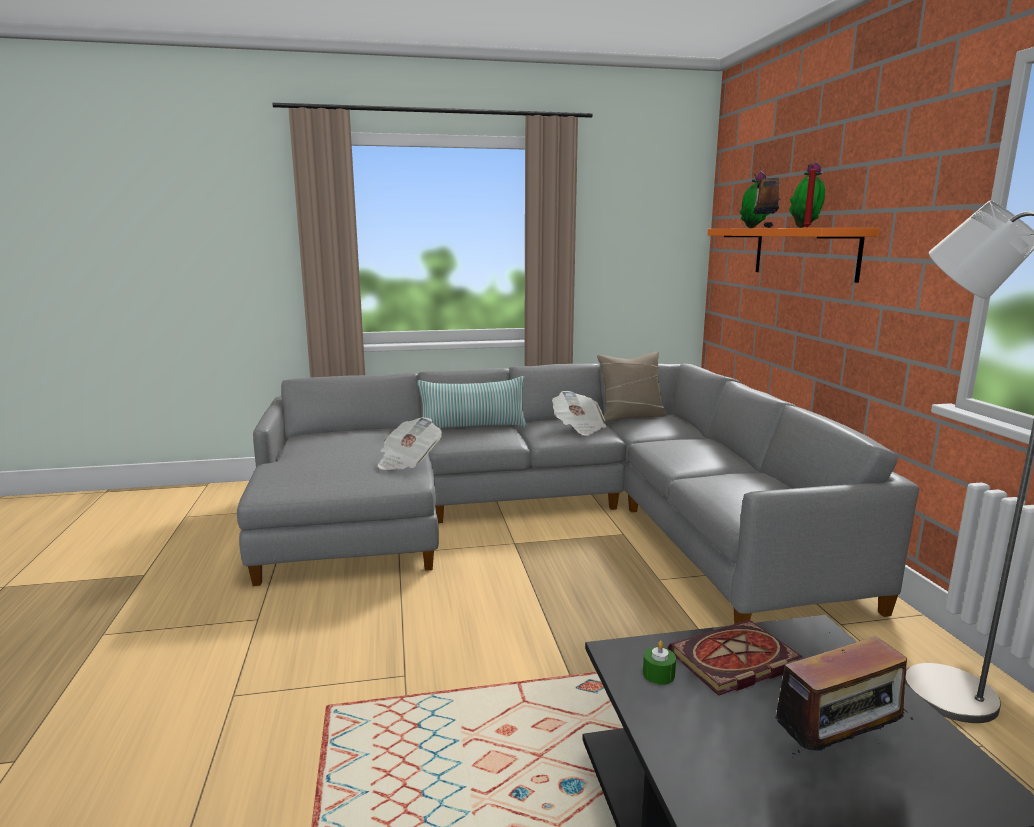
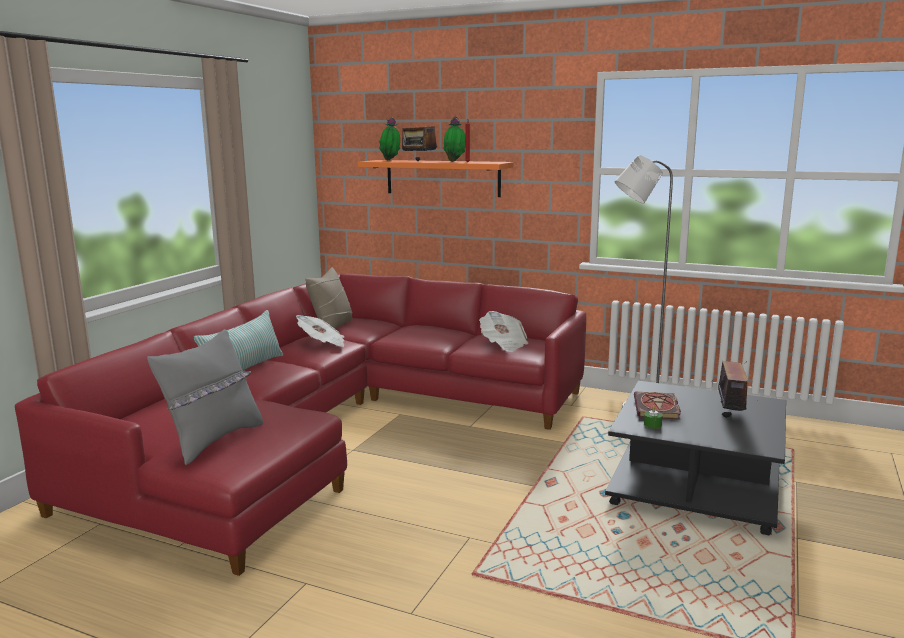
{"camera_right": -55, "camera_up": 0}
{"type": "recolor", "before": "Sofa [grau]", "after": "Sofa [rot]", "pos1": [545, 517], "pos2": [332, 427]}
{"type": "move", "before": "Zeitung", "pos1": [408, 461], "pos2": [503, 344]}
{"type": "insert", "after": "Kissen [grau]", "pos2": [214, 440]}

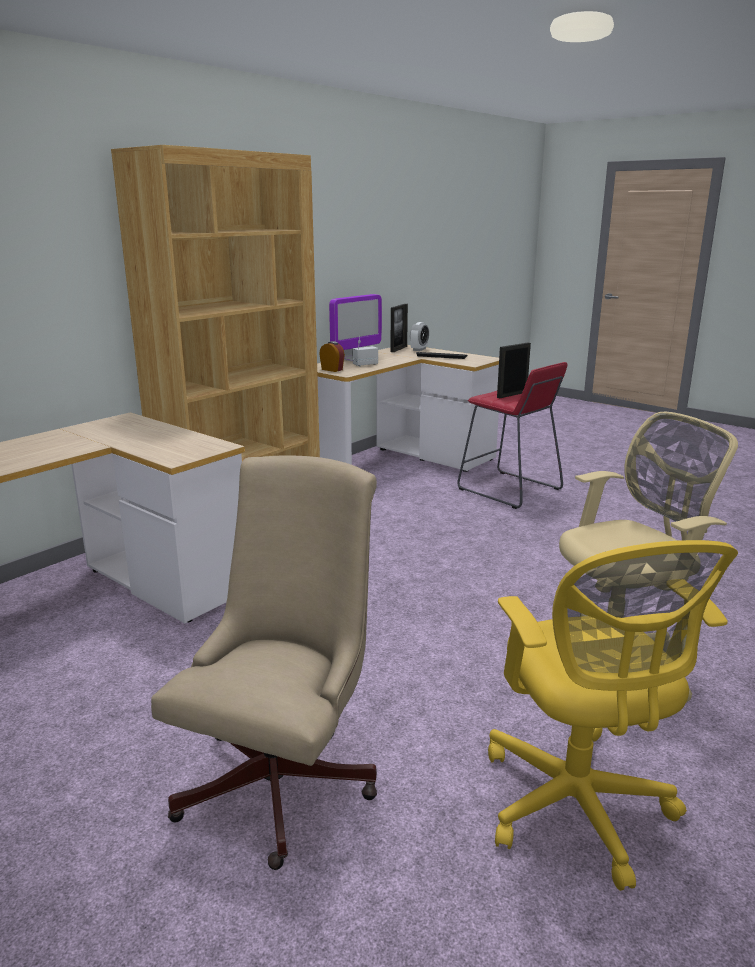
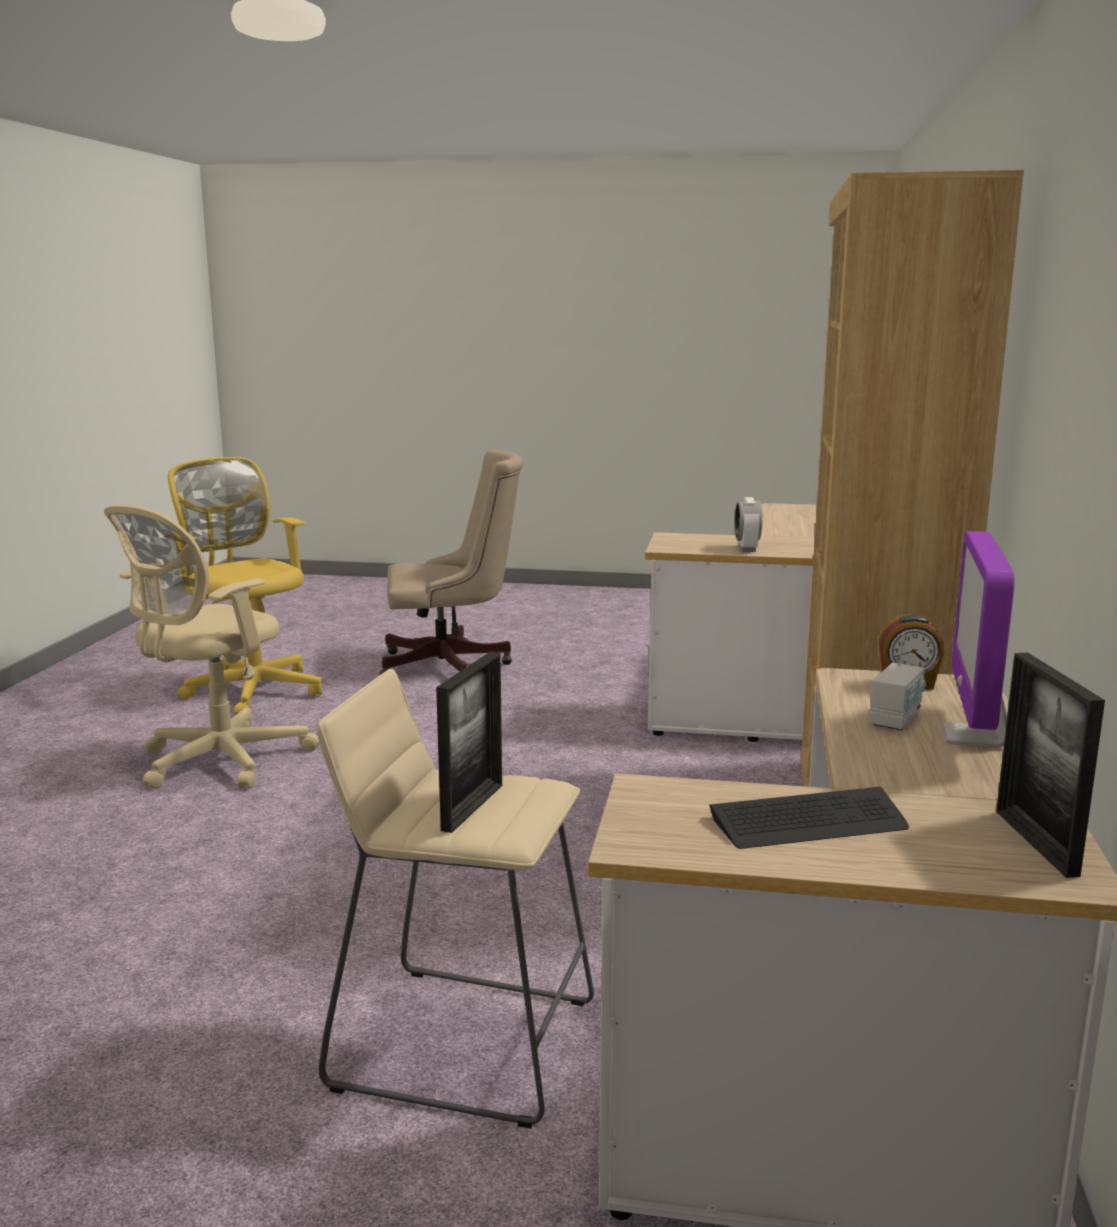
{"camera_right": 150, "camera_up": -5}
{"type": "rotate", "before": "Bürostuhl [beige]", "pos1": [284, 776], "pos2": [452, 665], "turn": -90}
{"type": "move", "before": "Wecker", "pos1": [419, 349], "pos2": [747, 549]}
{"type": "recolor", "before": "Hocker [rot]", "after": "Hocker [beige]", "pos1": [509, 490], "pos2": [463, 1042]}

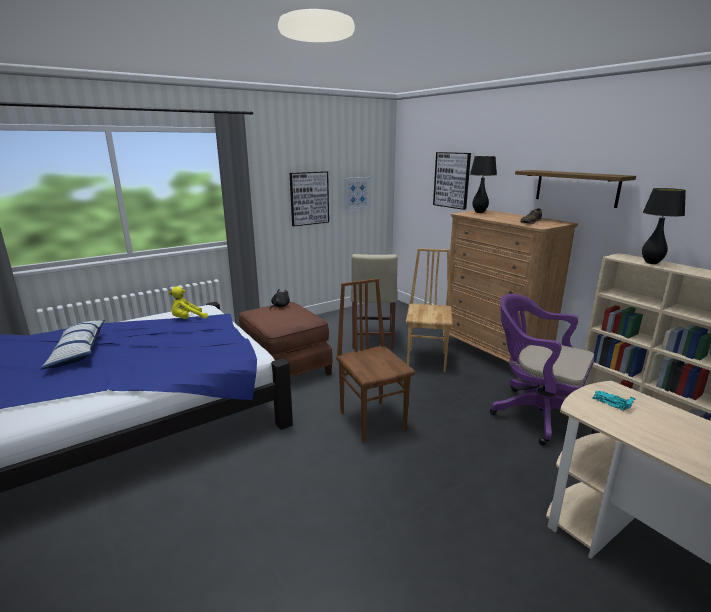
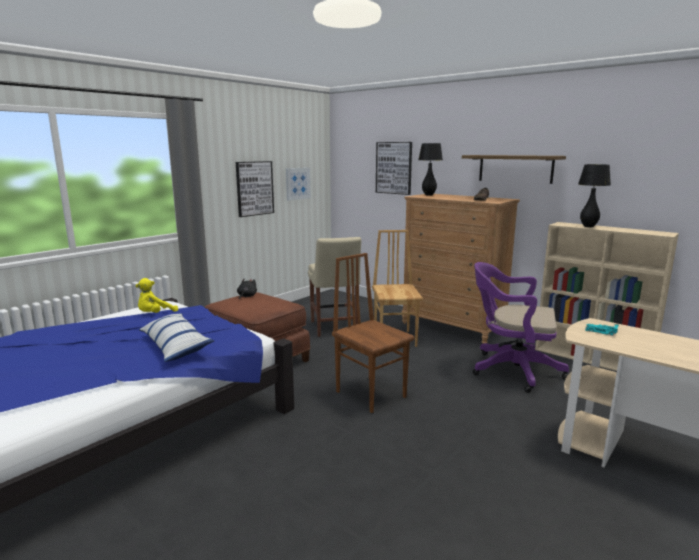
{"camera_right": -15, "camera_up": -5}
{"type": "move", "before": "Kissen", "pos1": [78, 352], "pos2": [175, 346]}

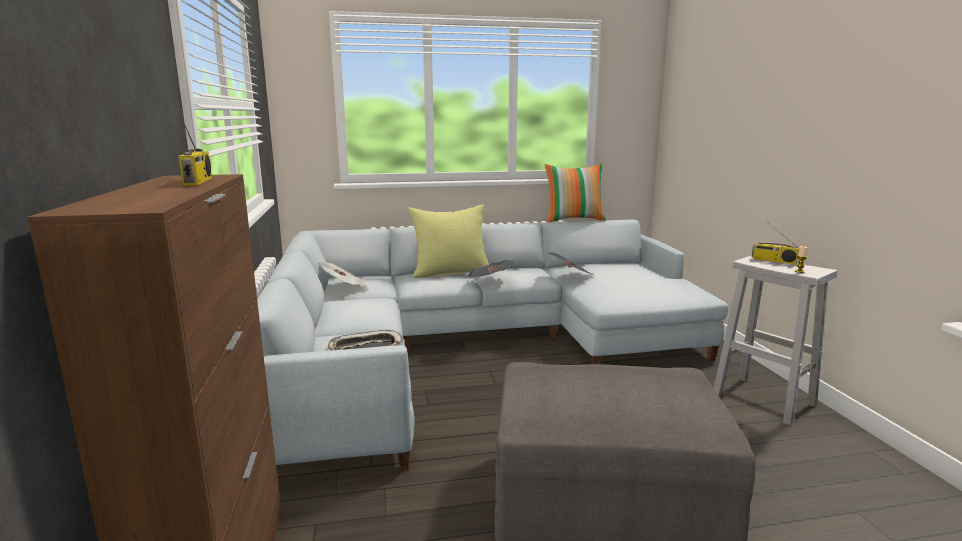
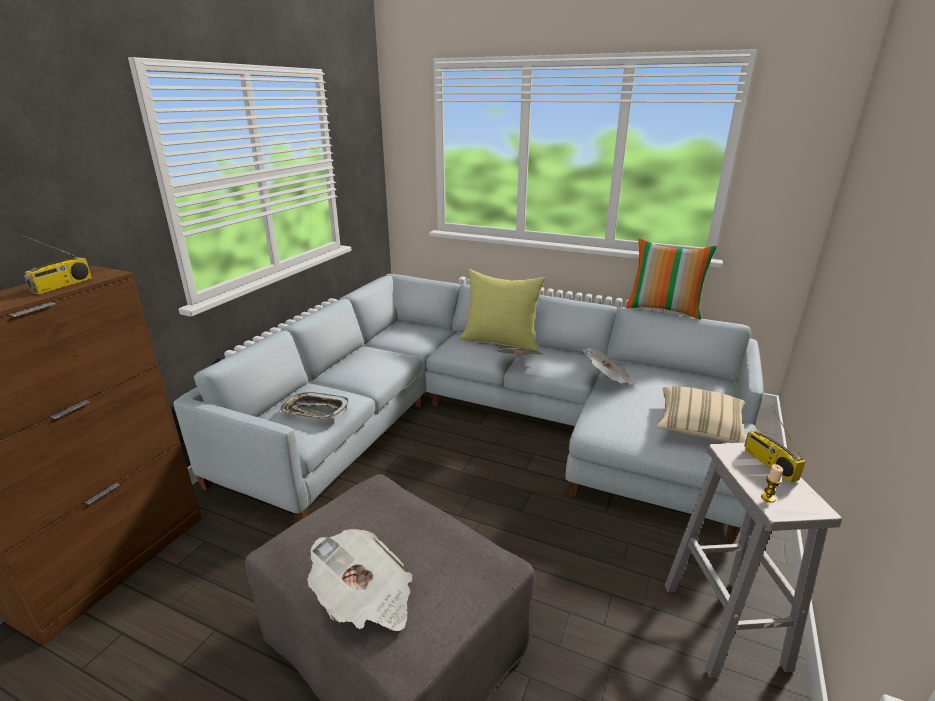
{"camera_right": 35, "camera_up": 10}
{"type": "move", "before": "Zeitung", "pos1": [343, 287], "pos2": [366, 600]}
{"type": "insert", "after": "Kissen [beige]", "pos2": [699, 428]}

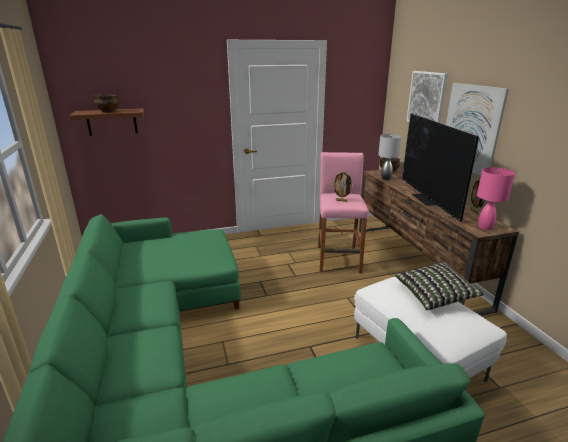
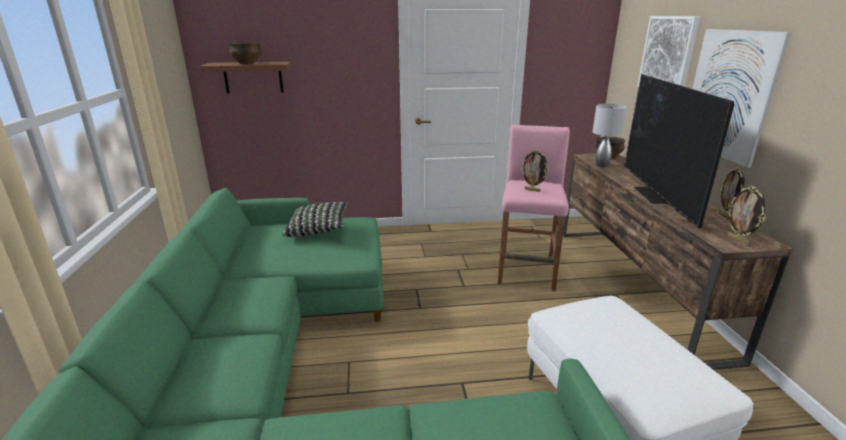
{"camera_right": 10, "camera_up": 0}
{"type": "move", "before": "Kissen", "pos1": [435, 295], "pos2": [318, 230]}
{"type": "replace", "before": "Tischlampe [rosa]", "after": "Bilderrahmen", "pos1": [485, 227], "pos2": [738, 240]}

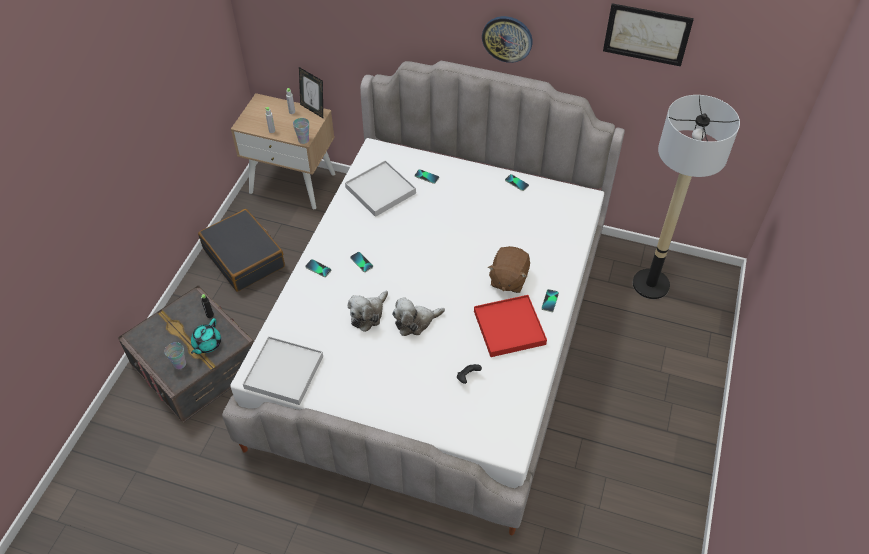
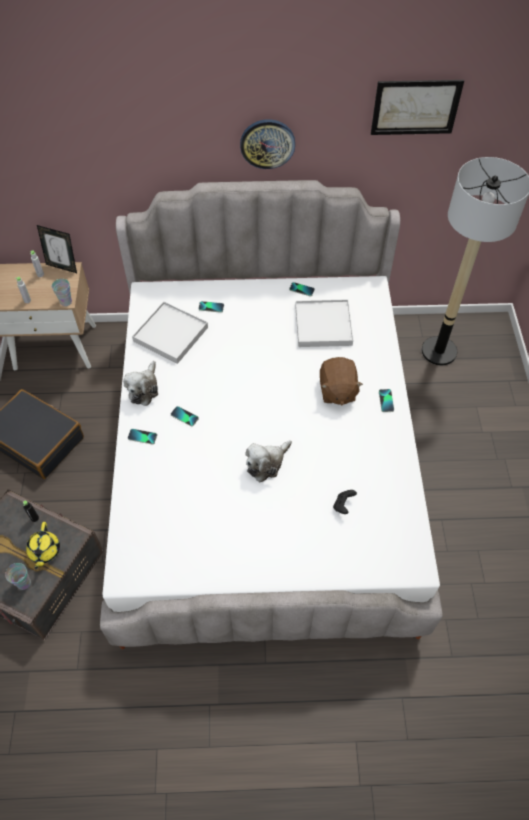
{"camera_right": -20, "camera_up": 5}
{"type": "recolor", "before": "Teekanne [türkis]", "after": "Teekanne [gelb]", "pos1": [206, 344], "pos2": [44, 551]}
{"type": "move", "before": "Tablett [weiß]", "pos1": [284, 372], "pos2": [323, 325]}
{"type": "move", "before": "Plüschtier", "pos1": [368, 314], "pos2": [144, 389]}
{"type": "delete", "before": "Tablett [rot]", "pos1": [509, 327]}

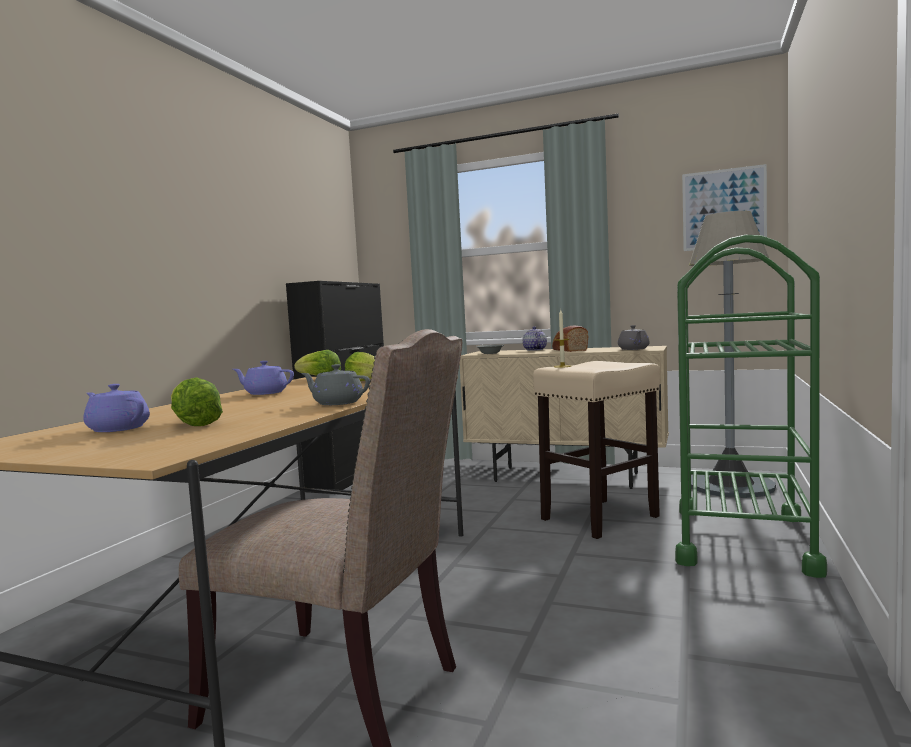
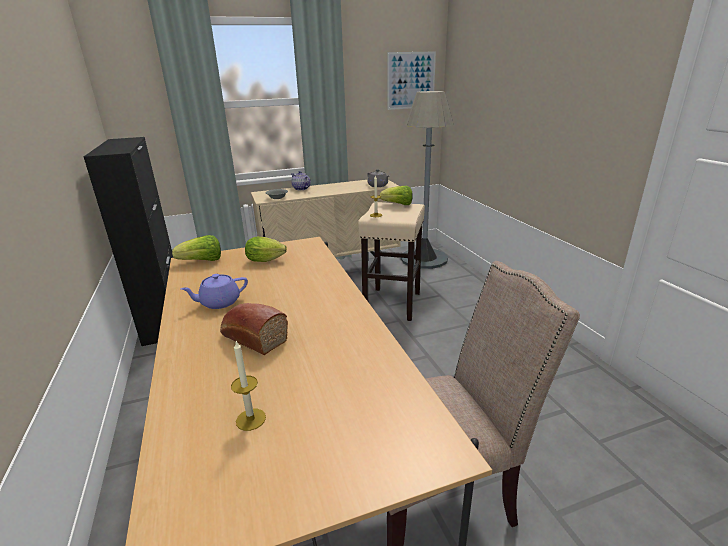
{"camera_right": -40, "camera_up": 20}
{"type": "replace", "before": "Teekanne [lila]", "after": "Kerze", "pos1": [117, 429], "pos2": [251, 419]}
{"type": "move", "before": "Salatkopf", "pos1": [194, 424], "pos2": [398, 204]}
{"type": "delete", "before": "Teekanne [grau]", "pos1": [337, 403]}
{"type": "move", "before": "Brot", "pos1": [568, 350], "pos2": [252, 338]}
{"type": "delete", "before": "Rollwagen [grün]", "pos1": [743, 539]}

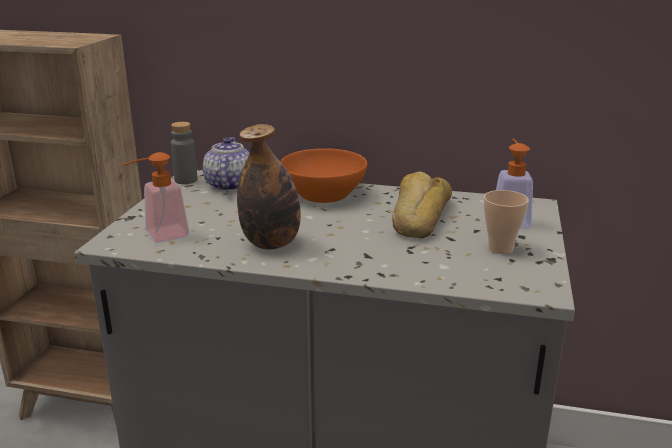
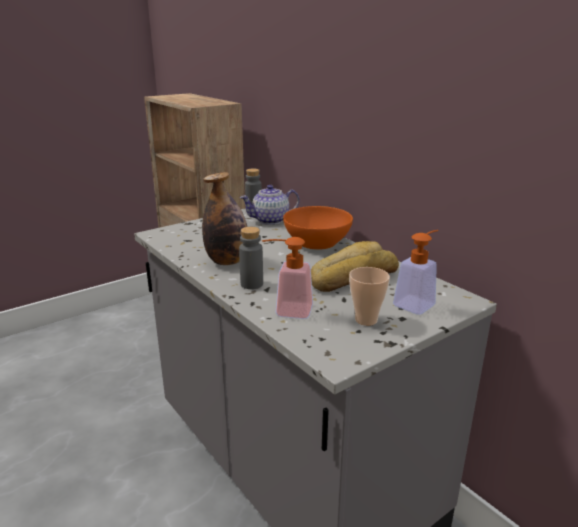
{"camera_right": 40, "camera_up": 0}
{"type": "move", "before": "Seifenspender", "pos1": [159, 236], "pos2": [287, 310]}
{"type": "rotate", "before": "Teekanne", "pos1": [229, 185], "pos2": [271, 220], "turn": -150}
{"type": "insert", "after": "Flasche [grau]", "pos2": [251, 284]}

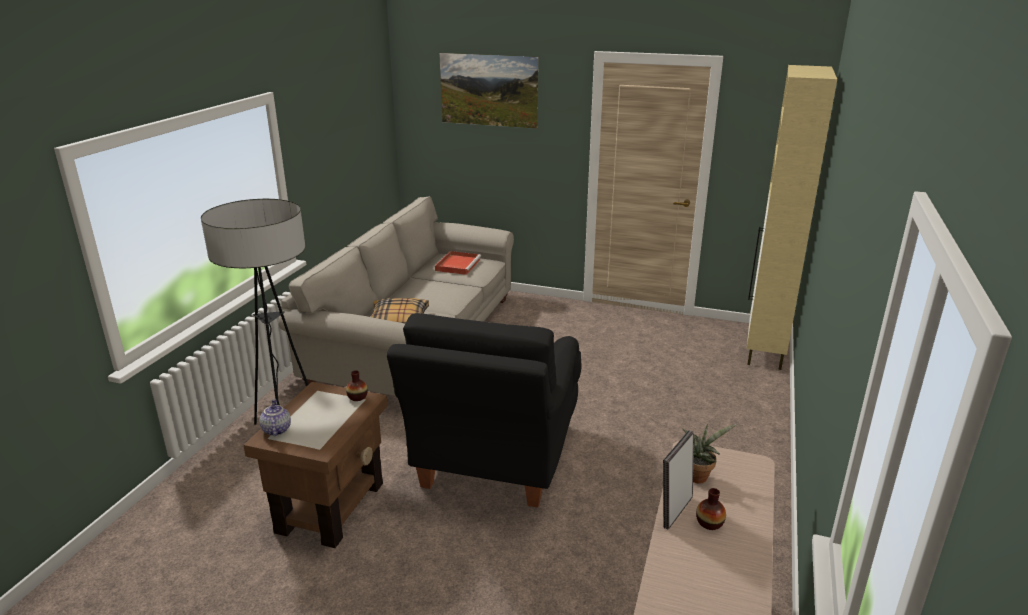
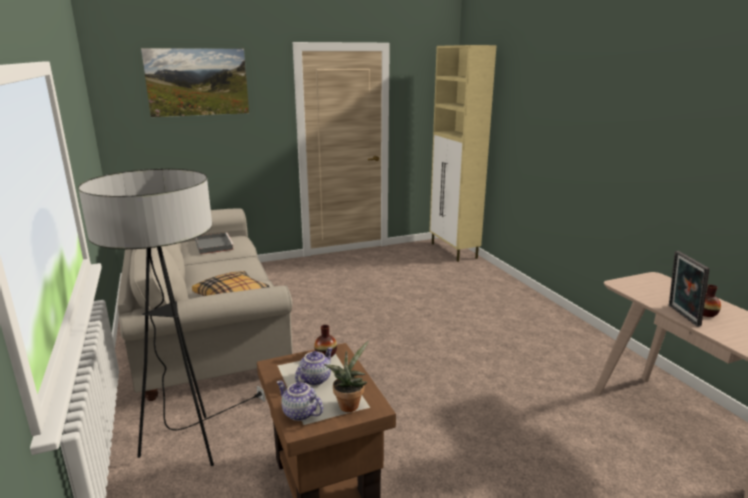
{"camera_right": -40, "camera_up": -5}
{"type": "delete", "before": "Sessel [schwarz]", "pos1": [494, 460]}
{"type": "recolor", "before": "Tablett [rot]", "after": "Tablett [grau]", "pos1": [458, 264], "pos2": [213, 245]}
{"type": "move", "before": "Topfpflanze", "pos1": [699, 476], "pos2": [349, 404]}
{"type": "insert", "after": "Teekanne", "pos2": [314, 379]}

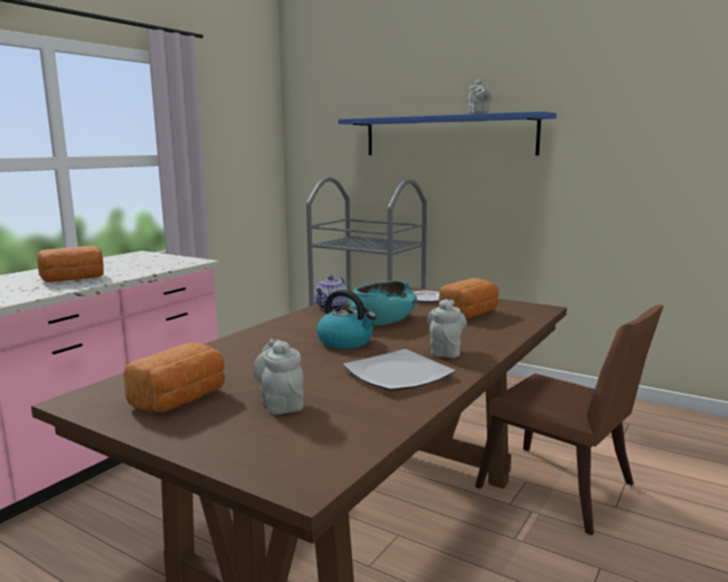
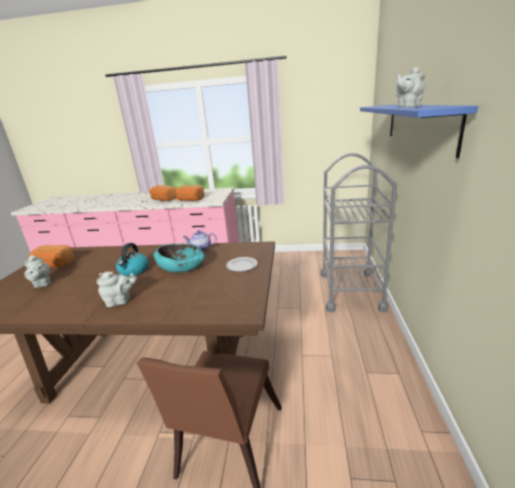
{"camera_right": 65, "camera_up": 10}
{"type": "rotate", "before": "Teekanne [grau]", "pos1": [281, 404], "pos2": [42, 284], "turn": 105}
{"type": "delete", "before": "Teller", "pos1": [398, 374]}
{"type": "move", "before": "Brot", "pos1": [470, 314], "pos2": [190, 200]}

